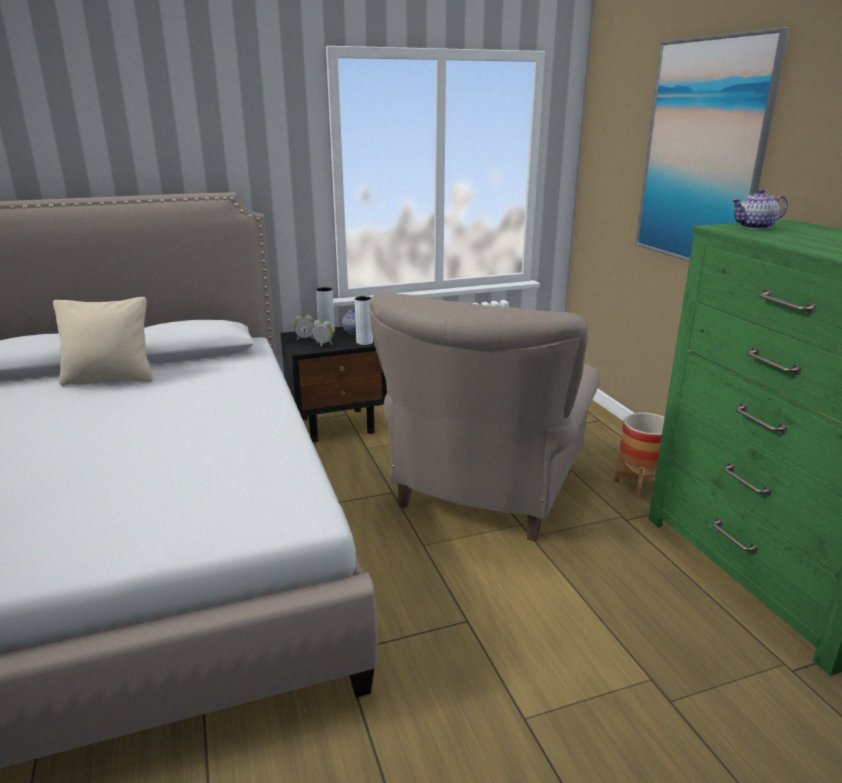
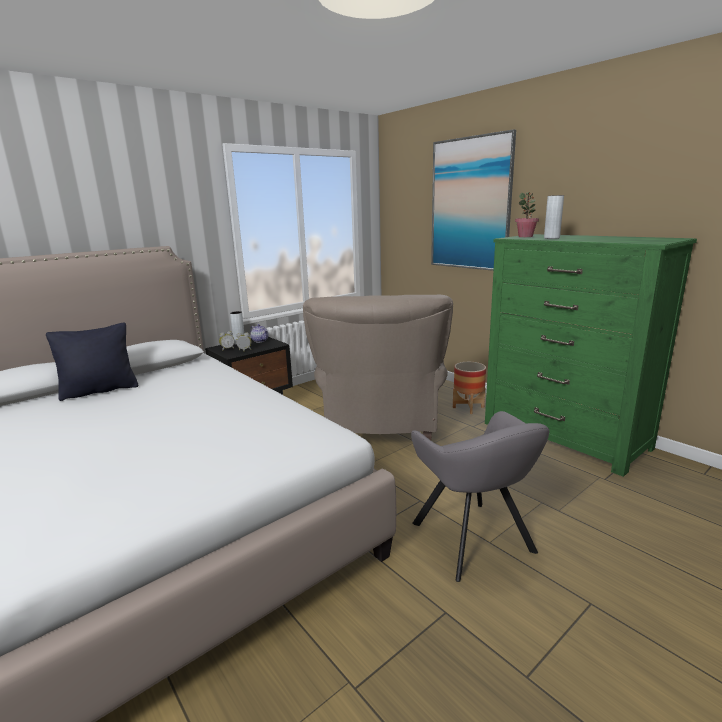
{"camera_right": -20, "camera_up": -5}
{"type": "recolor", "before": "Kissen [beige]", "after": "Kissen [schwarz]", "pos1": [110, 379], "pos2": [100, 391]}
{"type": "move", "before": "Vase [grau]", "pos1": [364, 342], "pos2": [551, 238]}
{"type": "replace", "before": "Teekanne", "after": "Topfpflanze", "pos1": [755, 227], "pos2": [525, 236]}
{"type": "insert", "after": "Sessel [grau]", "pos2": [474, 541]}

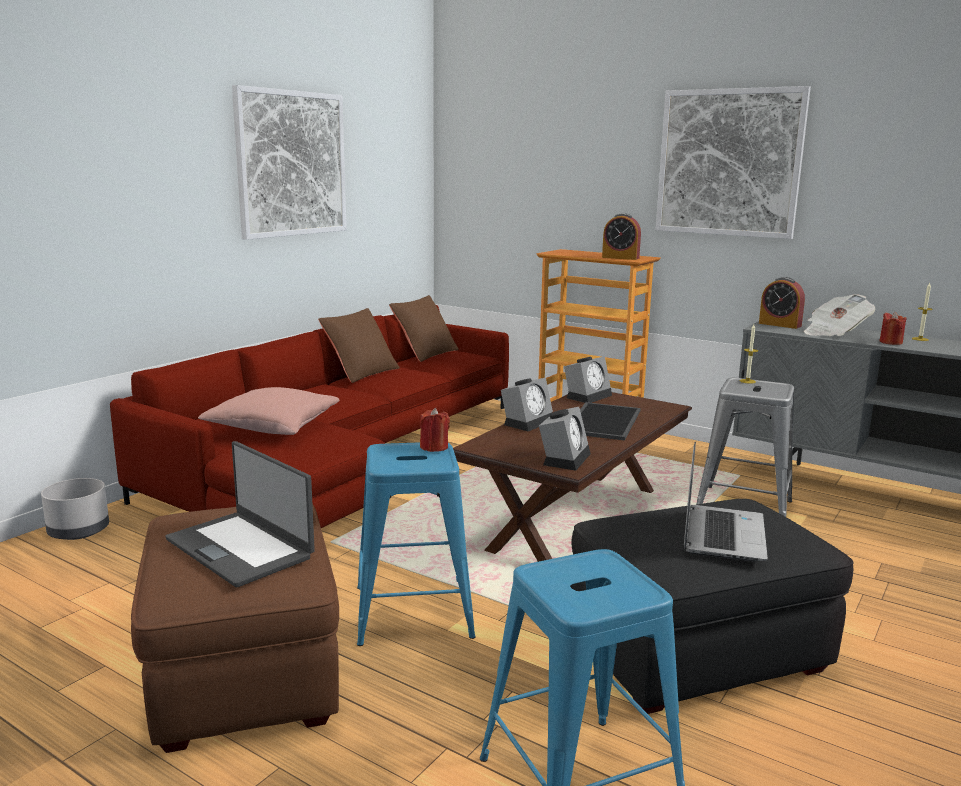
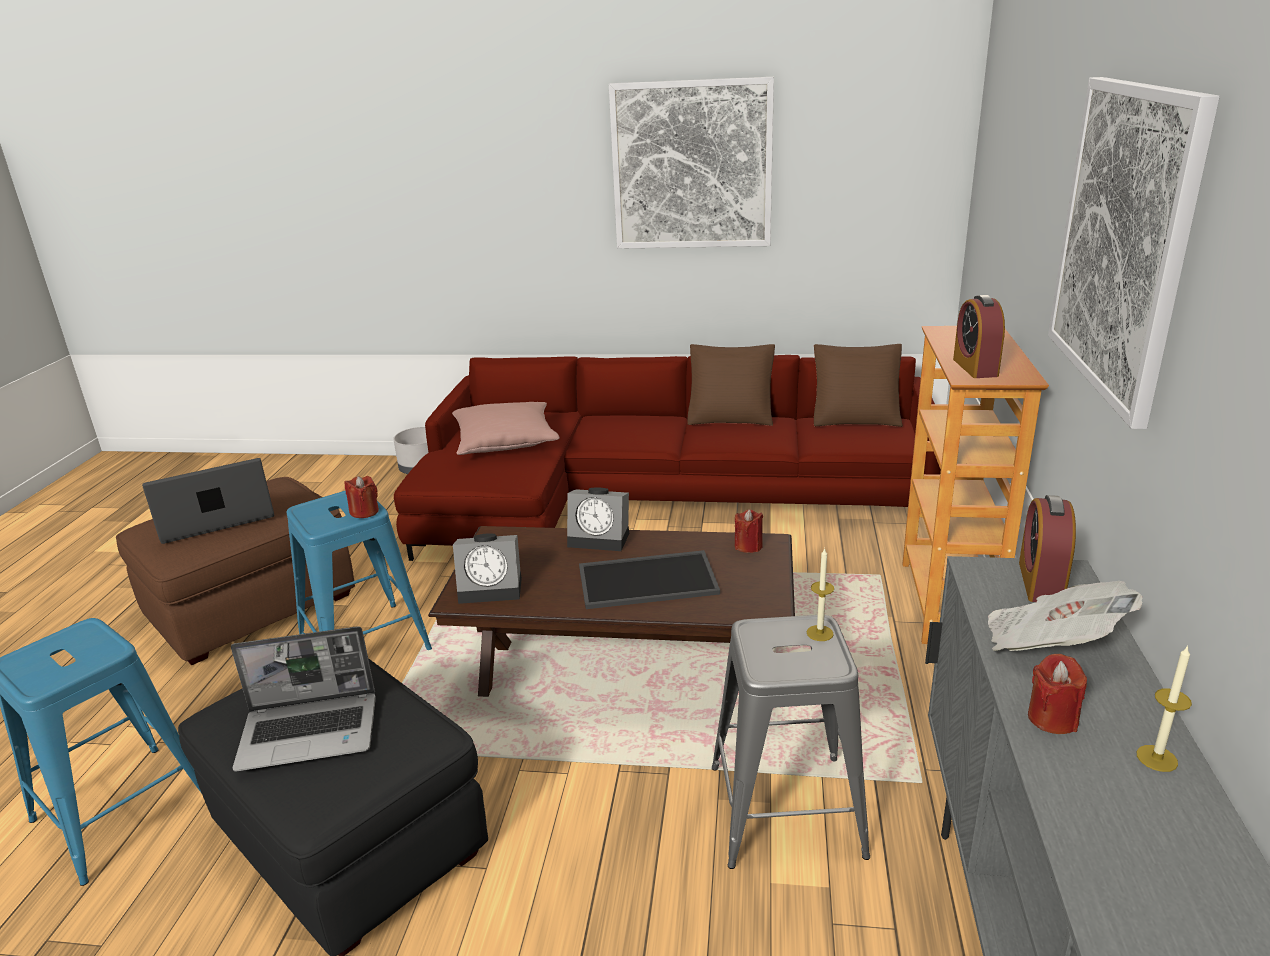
{"camera_right": 65, "camera_up": 10}
{"type": "rotate", "before": "Laptop", "pos1": [241, 548], "pos2": [216, 519], "turn": 45}
{"type": "replace", "before": "Wecker", "after": "Kerze [rot]", "pos1": [588, 396], "pos2": [748, 546]}

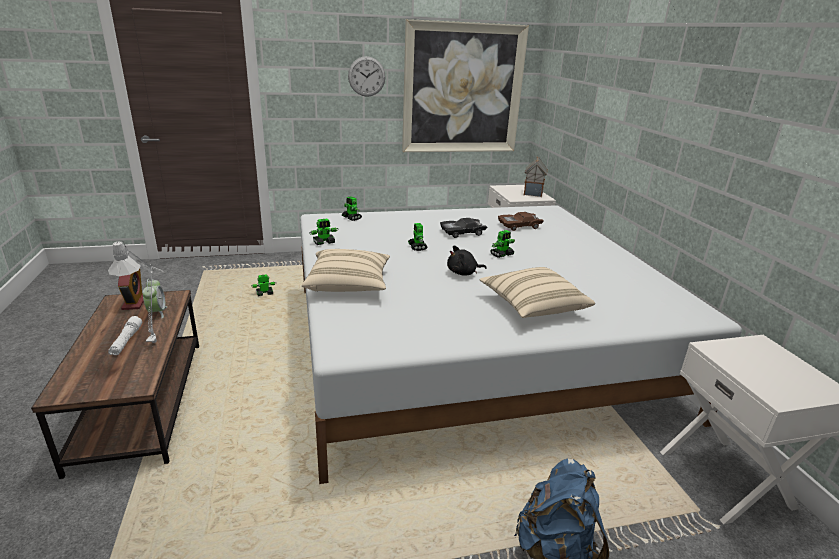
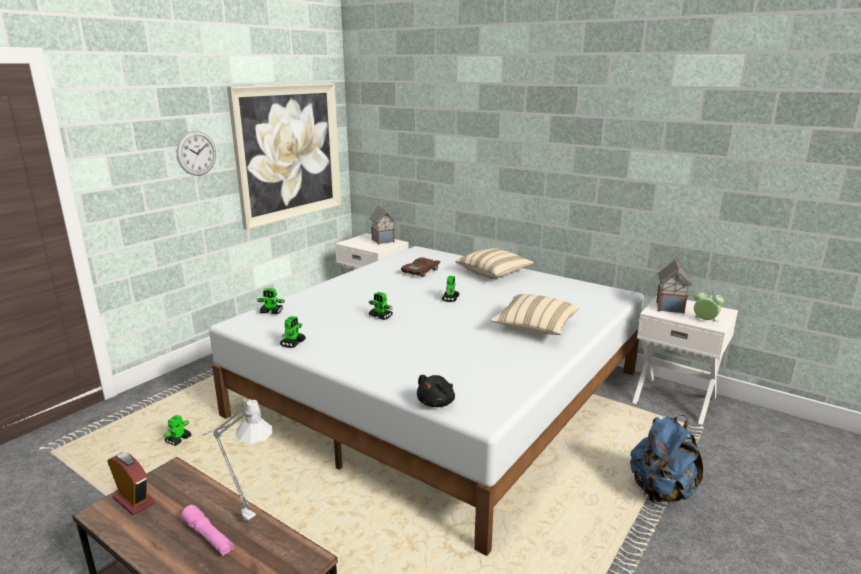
{"camera_right": -40, "camera_up": -5}
{"type": "recolor", "before": "Taschenlampe [weiß]", "after": "Taschenlampe [rosa]", "pos1": [126, 341], "pos2": [208, 536]}
{"type": "move", "before": "Wecker", "pos1": [157, 312], "pos2": [704, 320]}
{"type": "move", "before": "Kissen [beige]", "pos1": [349, 285], "pos2": [494, 273]}
{"type": "delete", "before": "Spielzeugauto [schwarz]", "pos1": [462, 232]}
{"type": "move", "before": "Plüschtier [schwarz]", "pos1": [463, 273], "pos2": [437, 402]}
{"type": "insert", "after": "Spielzeughaus", "pos2": [670, 308]}

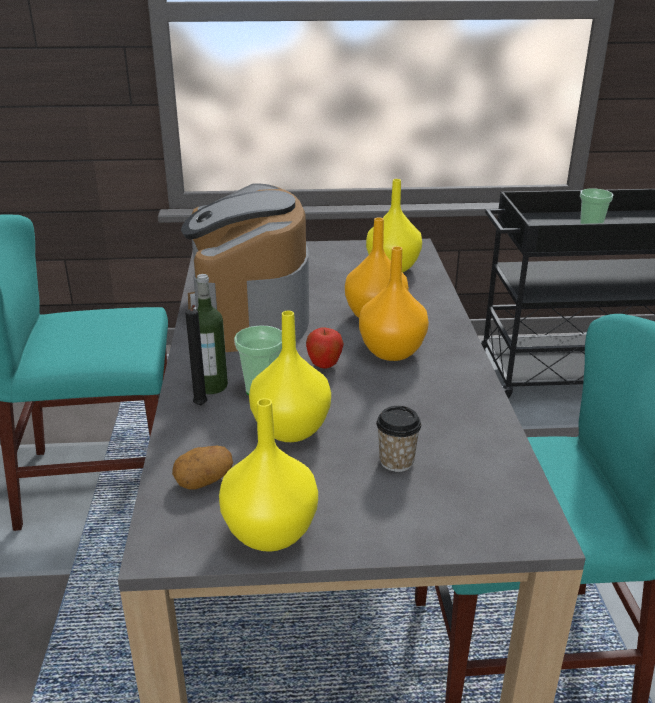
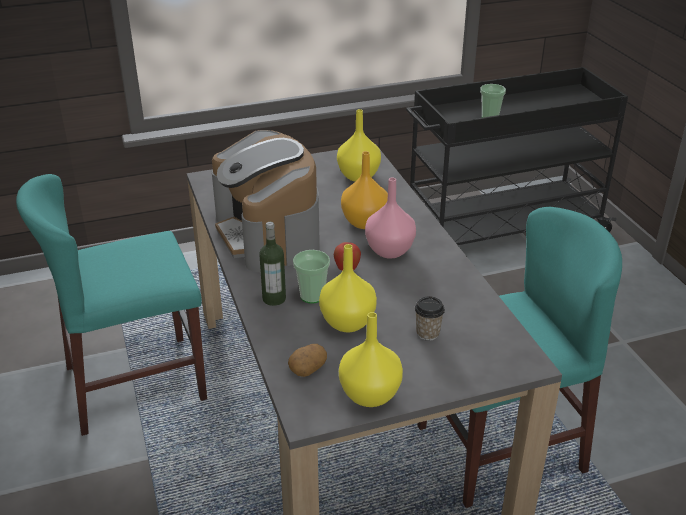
{"camera_right": -15, "camera_up": 5}
{"type": "delete", "before": "Kerze [schwarz]", "pos1": [200, 406]}
{"type": "recolor", "before": "Vase [orange]", "after": "Vase [rosa]", "pos1": [391, 351], "pos2": [389, 250]}

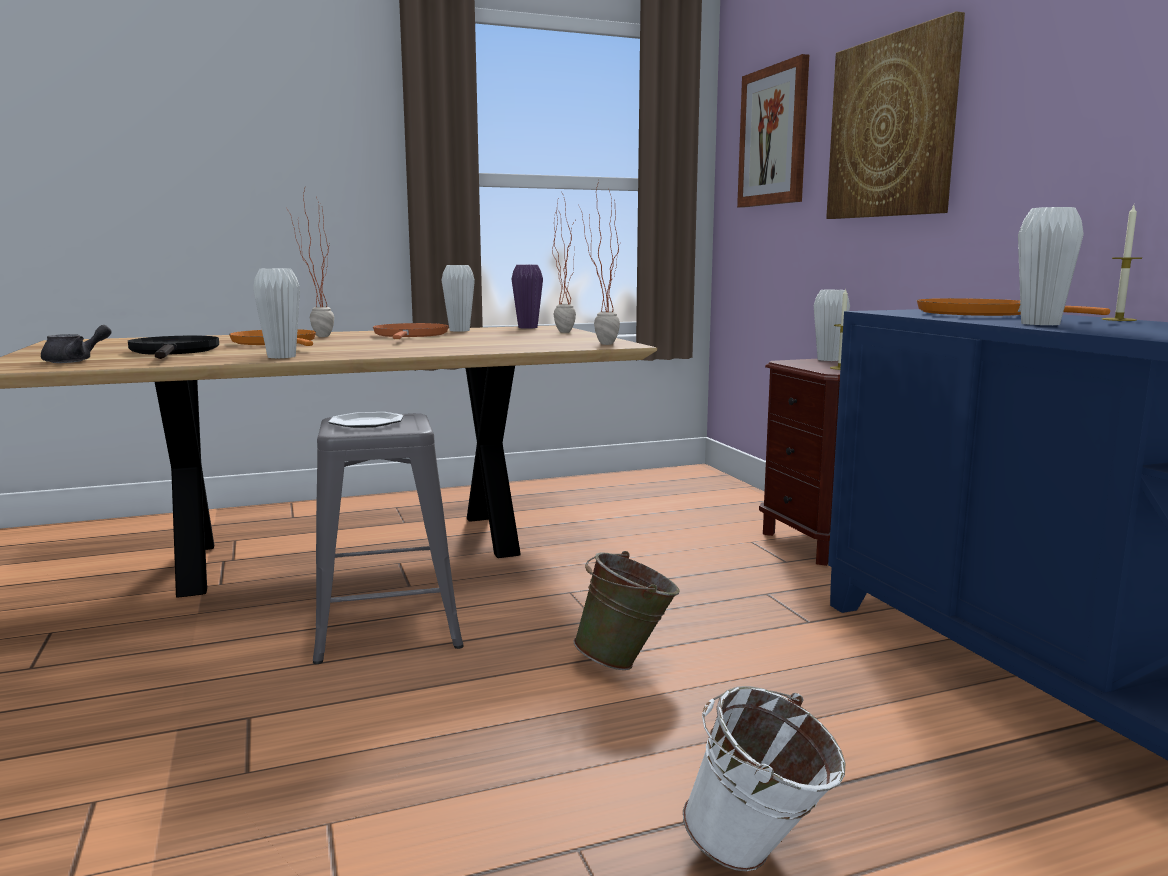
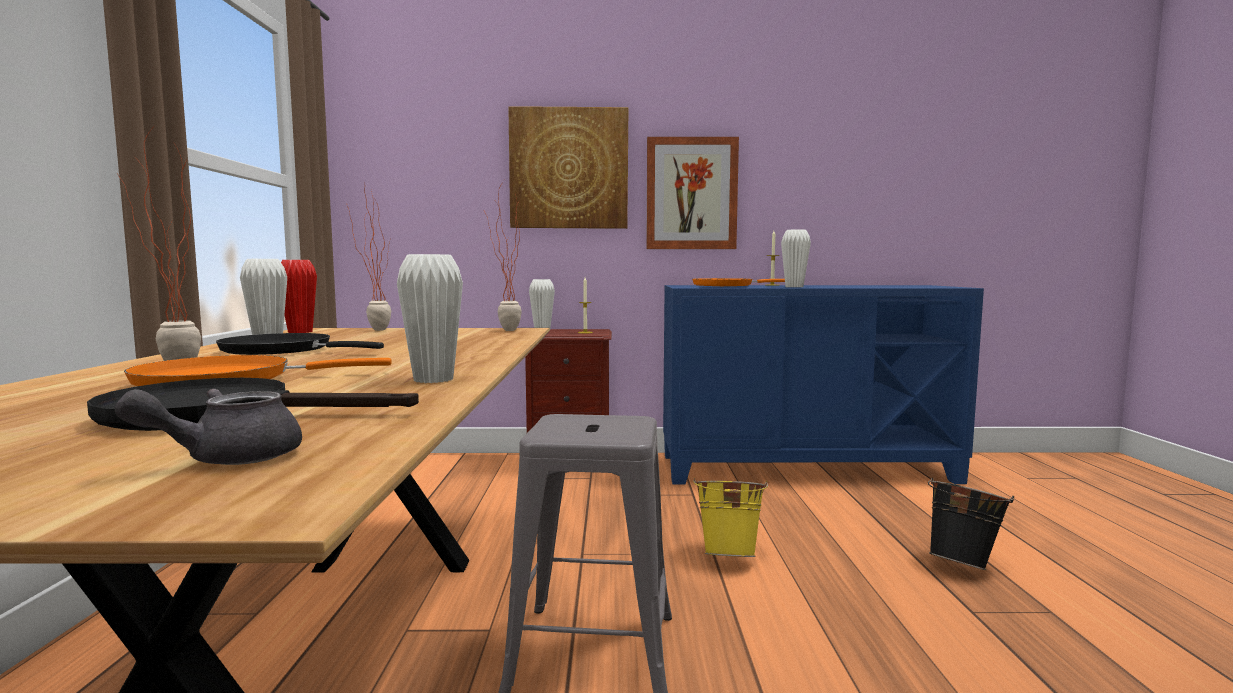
{"camera_right": -70, "camera_up": -5}
{"type": "rotate", "before": "Teekanne [grau]", "pos1": [75, 361], "pos2": [227, 458], "turn": -105}
{"type": "delete", "before": "Teller", "pos1": [366, 423]}
{"type": "recolor", "before": "Pfanne [orange]", "after": "Pfanne [schwarz]", "pos1": [410, 336], "pos2": [283, 350]}
{"type": "recolor", "before": "Vase [lila]", "after": "Vase [rot]", "pos1": [527, 327], "pos2": [300, 332]}
{"type": "recolor", "before": "Eimer [grün]", "after": "Eimer [gelb]", "pos1": [627, 662], "pos2": [729, 555]}
{"type": "recolor", "before": "Eimer [weiß]", "after": "Eimer [schwarz]", "pos1": [760, 857], "pos2": [963, 564]}
{"type": "move", "before": "Bild", "pos1": [774, 136], "pos2": [691, 194]}

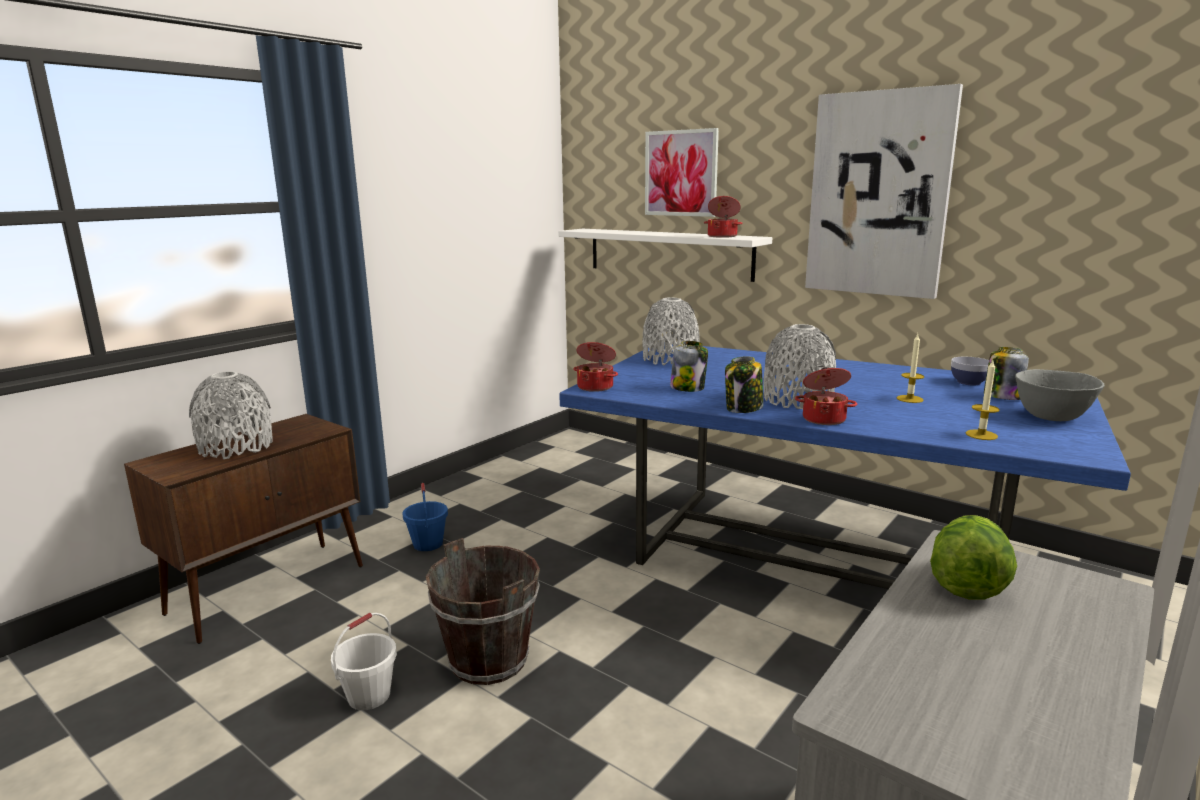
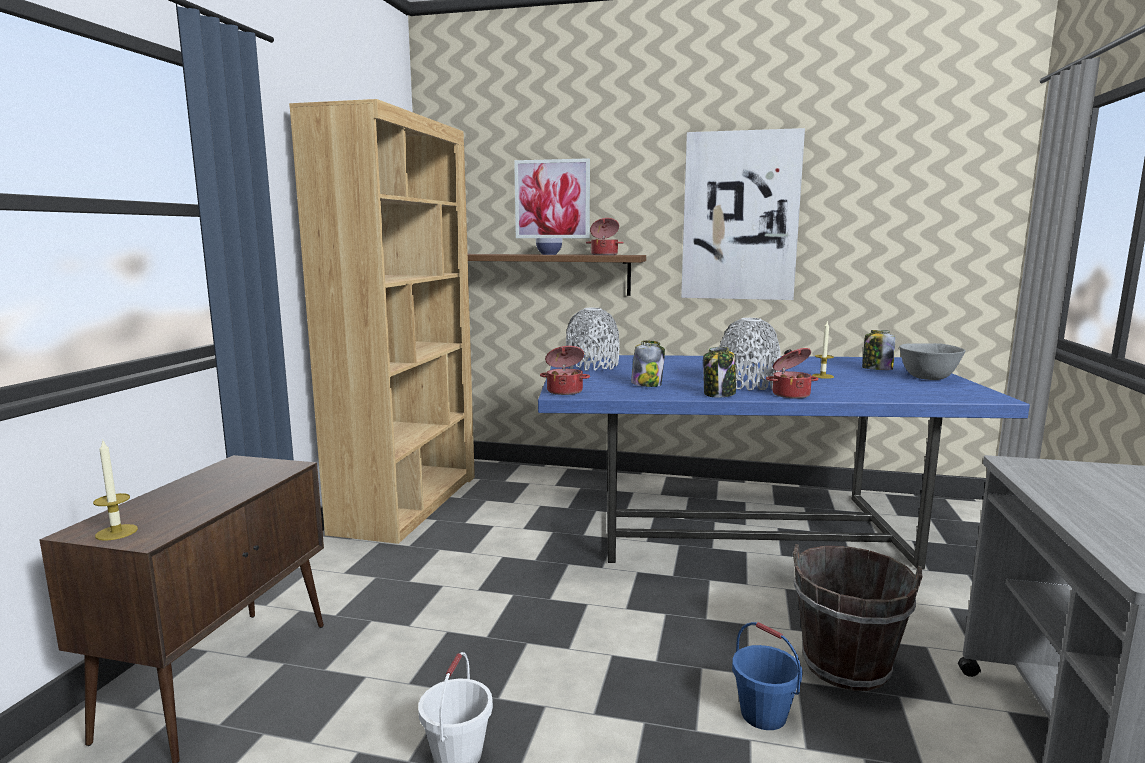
{"camera_right": -25, "camera_up": -5}
{"type": "delete", "before": "Vase [grau]", "pos1": [236, 447]}
{"type": "move", "before": "Eimer [blau]", "pos1": [428, 544], "pos2": [764, 714]}
{"type": "move", "before": "Eimer [braun]", "pos1": [489, 660], "pos2": [846, 665]}
{"type": "recolor", "before": "Wandregal [weiß]", "after": "Wandregal [braun]", "pos1": [668, 253], "pos2": [541, 274]}
{"type": "delete", "before": "Salatkopf", "pos1": [967, 583]}
{"type": "move", "before": "Schüssel", "pos1": [969, 382], "pos2": [549, 254]}
{"type": "move", "before": "Kerze", "pos1": [981, 435], "pos2": [116, 532]}
{"type": "insert", "after": "Bücherregal [braun]", "pos2": [408, 503]}

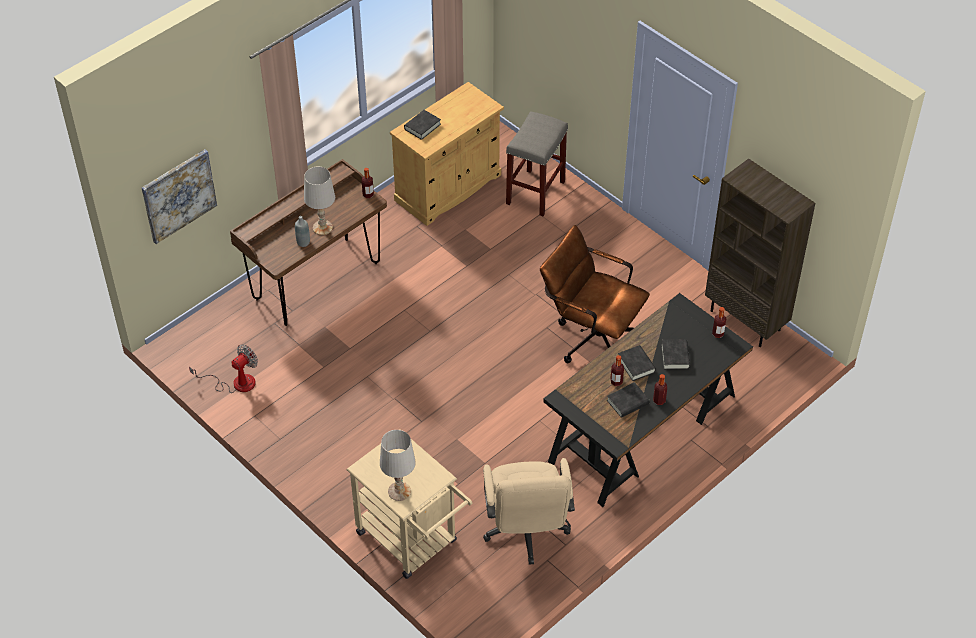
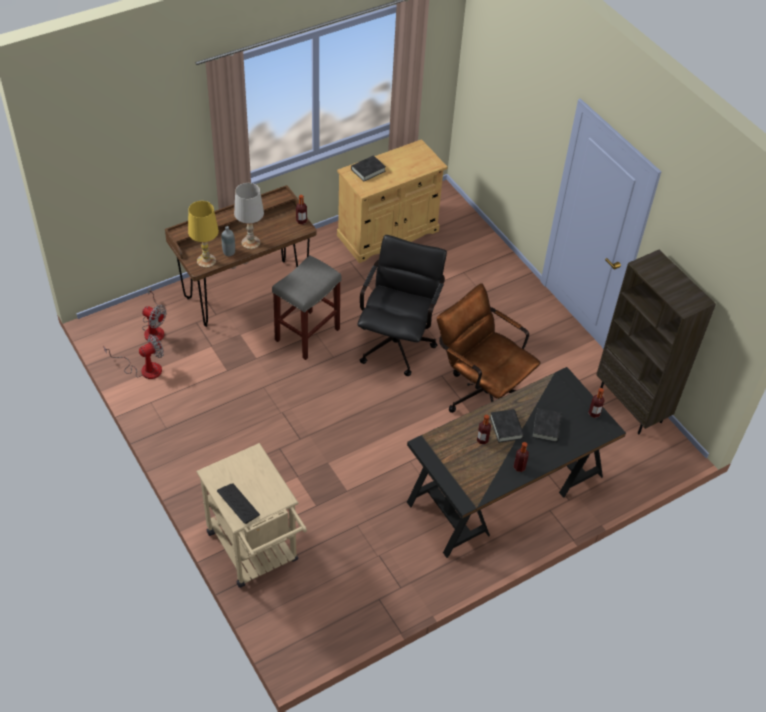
{"camera_right": 10, "camera_up": 0}
{"type": "delete", "before": "Bild", "pos1": [178, 195]}
{"type": "replace", "before": "Tischlampe [weiß]", "after": "Tastatur", "pos1": [399, 491], "pos2": [238, 503]}
{"type": "delete", "before": "Bürostuhl [beige]", "pos1": [526, 533]}
{"type": "move", "before": "Hocker [grau]", "pos1": [535, 193], "pos2": [307, 335]}
{"type": "delete", "before": "Buch [schwarz]", "pos1": [627, 402]}
{"type": "insert", "after": "Ventilator", "pos2": [154, 329]}
{"type": "insert", "after": "Tischlampe [gelb]", "pos2": [206, 260]}
{"type": "insert", "after": "Bürostuhl [schwarz]", "pos2": [398, 340]}

